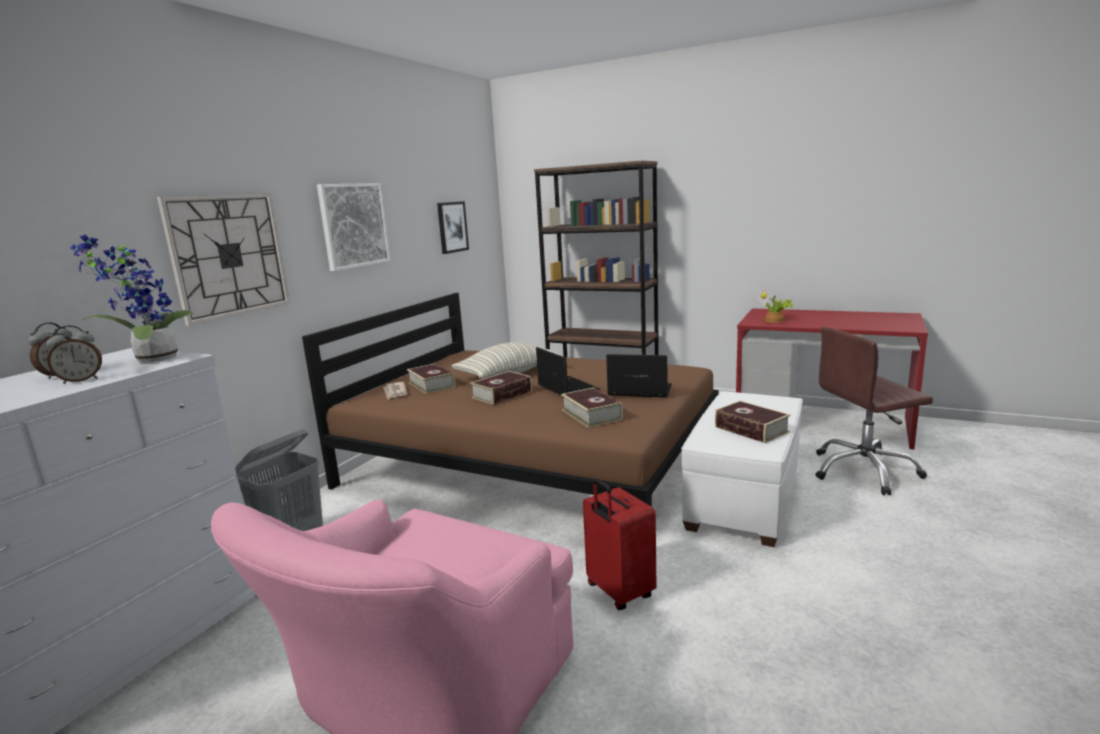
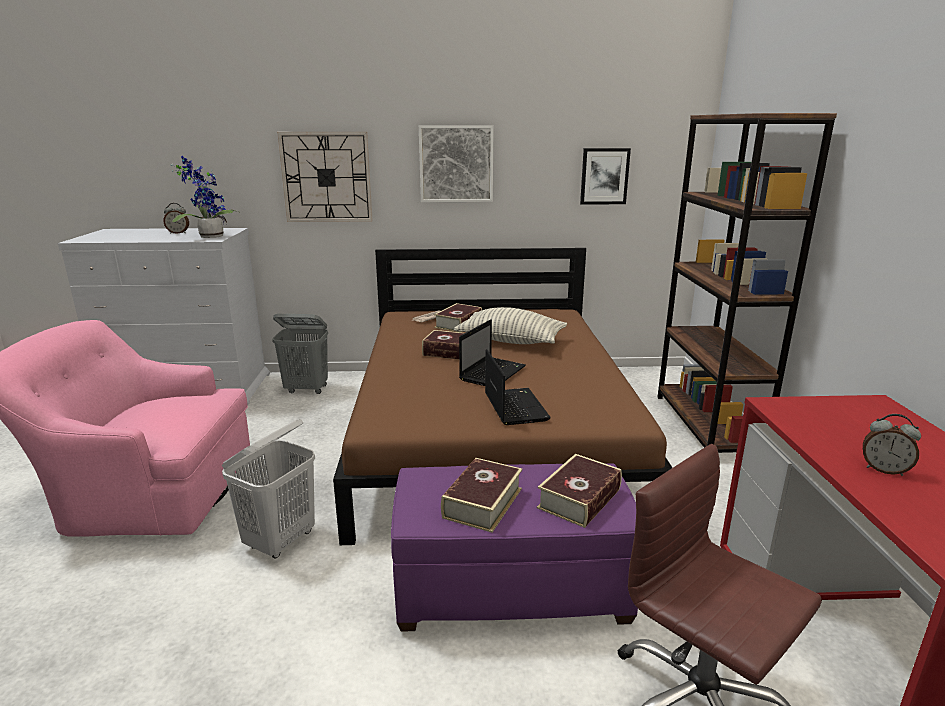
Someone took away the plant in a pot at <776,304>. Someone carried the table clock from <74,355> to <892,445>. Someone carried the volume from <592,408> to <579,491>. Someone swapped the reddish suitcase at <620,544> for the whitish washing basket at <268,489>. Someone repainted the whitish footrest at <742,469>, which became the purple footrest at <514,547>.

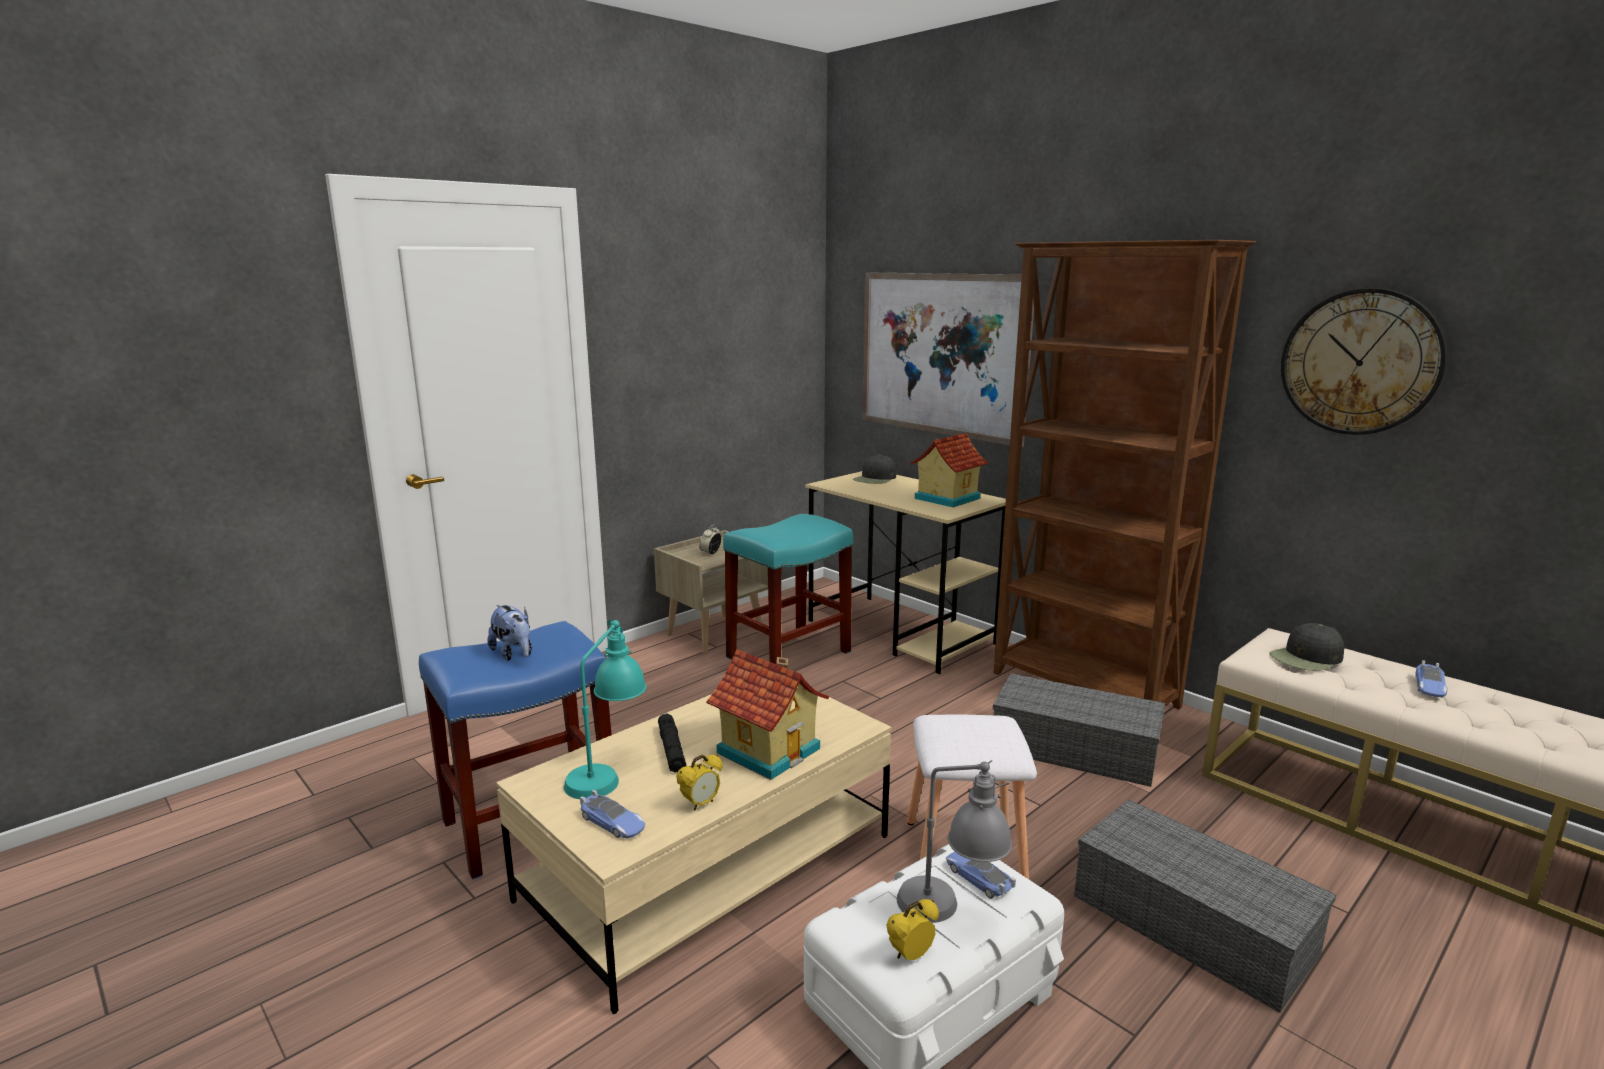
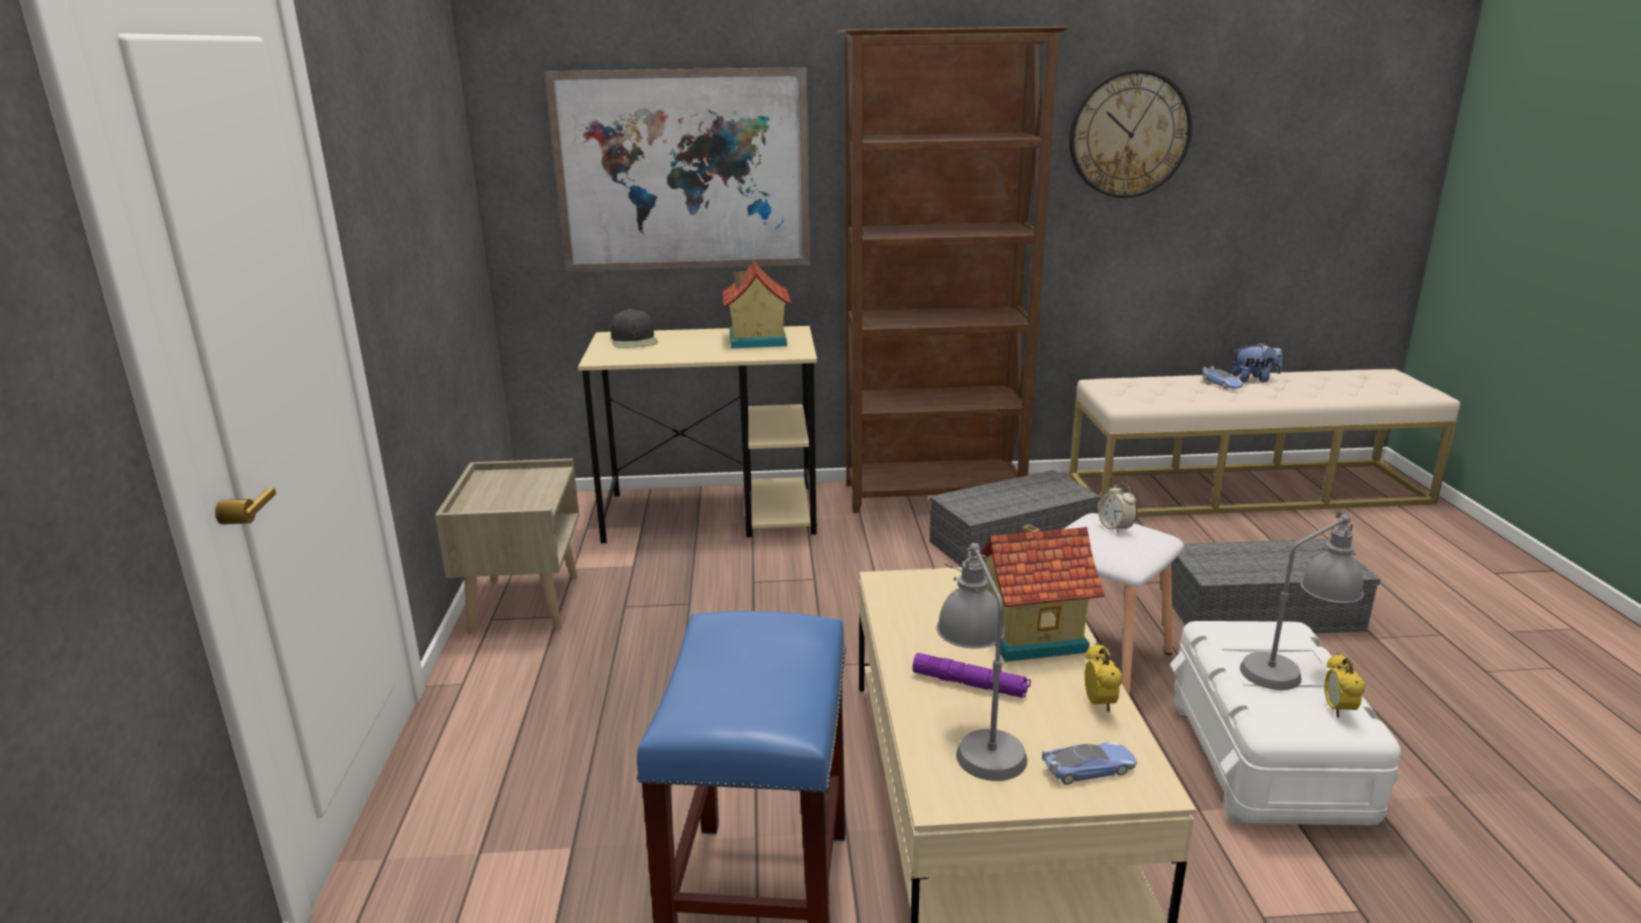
Someone took away the turquoise-coloured stool seat at <788,589>. Someone took away the model car at <981,875>. Someone took away the black-coloured baseball cap at <1306,647>. Someone carried the plush toy from <509,633> to <1257,362>. Someone carried the table clock from <710,540> to <1117,508>. Someone repainted the turquoise-coloured tabletop lamp at <605,709>, which became the grey tabletop lamp at <981,662>. Someone repainted the black-coloured hand torch at <672,743>, which became the purple hand torch at <972,675>.

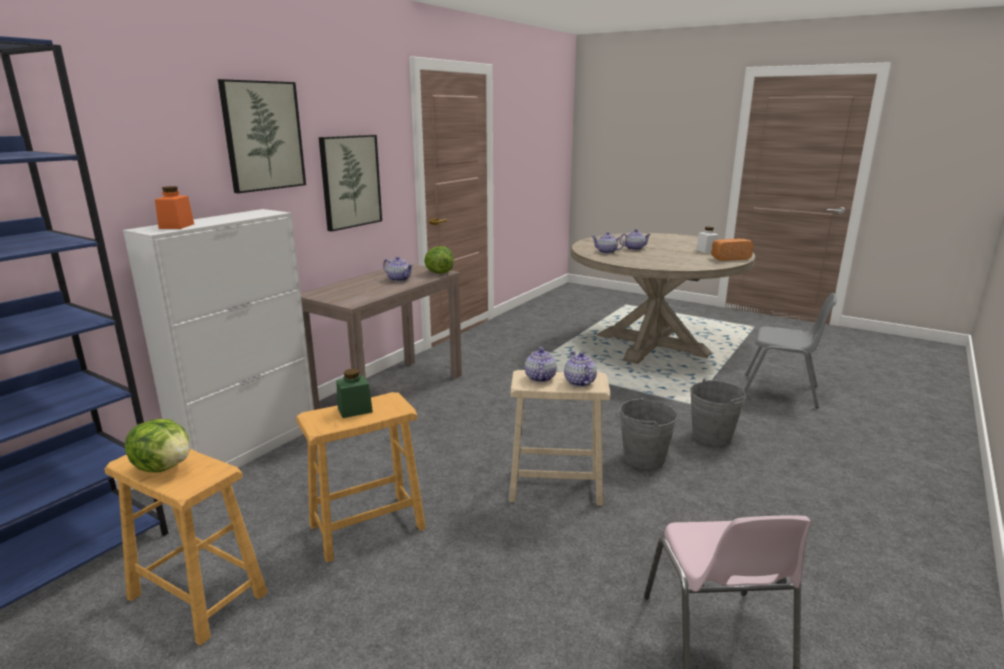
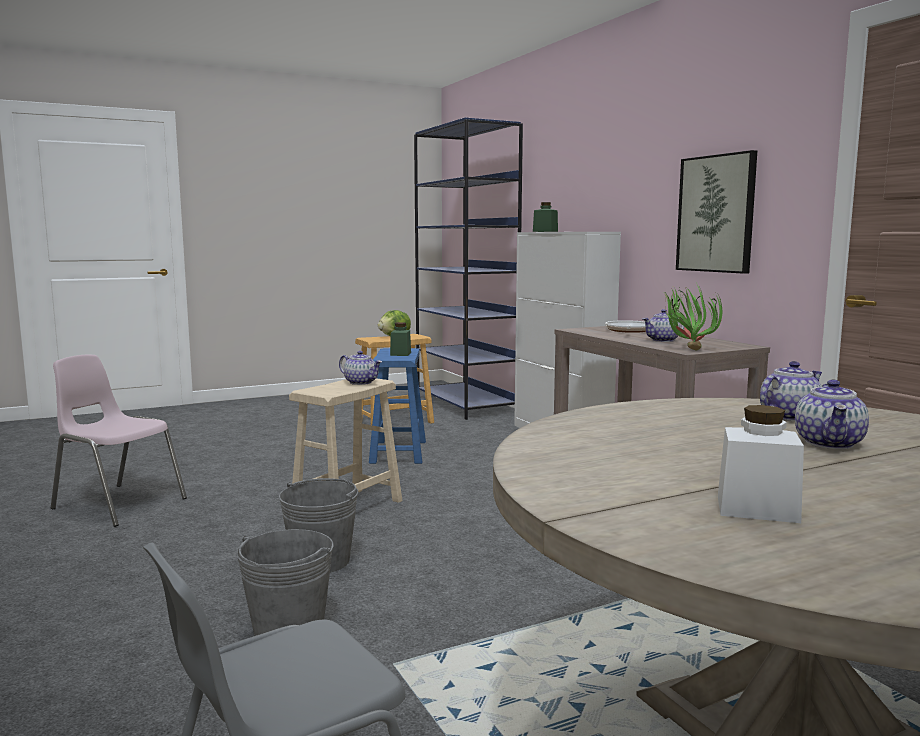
Someone took away the wall art at <262,136>. Someone took away the tea pot at <580,369>. Someone took away the bread at <732,250>. Someone put down the frying pan at <625,326>. Someone swapped the lettuce head at <439,260> for the plant in a pot at <692,318>. Someone repainted the orange preserve jar at <174,207>, which became the green-coloured preserve jar at <545,217>. Someone repainted the brown-coloured stool seat at <361,477>, which became the blue-coloured stool seat at <397,406>.

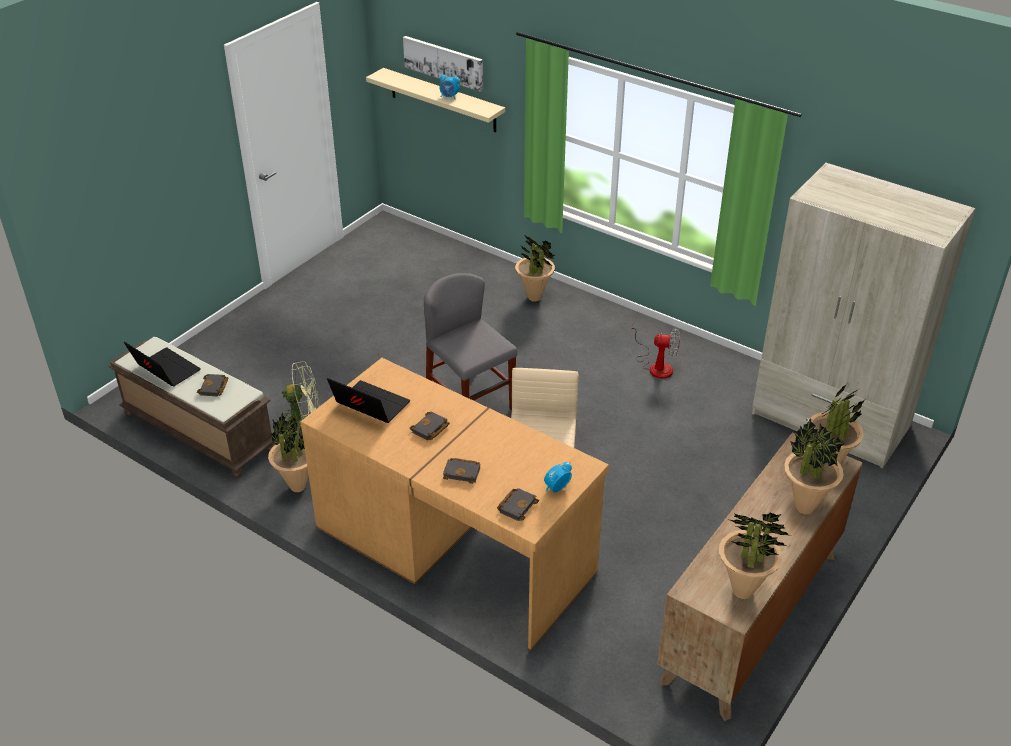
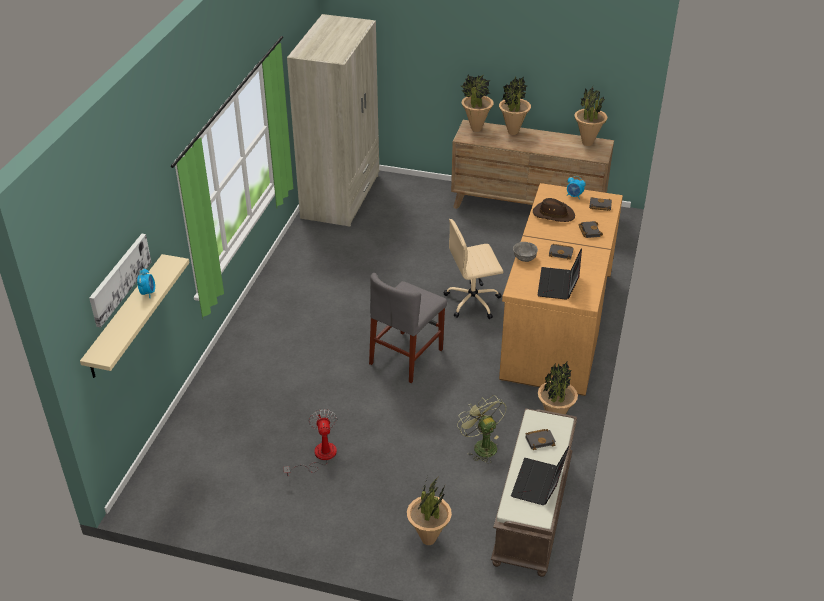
Someone put down the grey serving bowl at <525,252>. Someone put down the brown-coloured hat at <554,210>. Someone carried the plant in a pot from <535,269> to <429,510>. Someone carried the cooling fan from <655,353> to <310,442>.

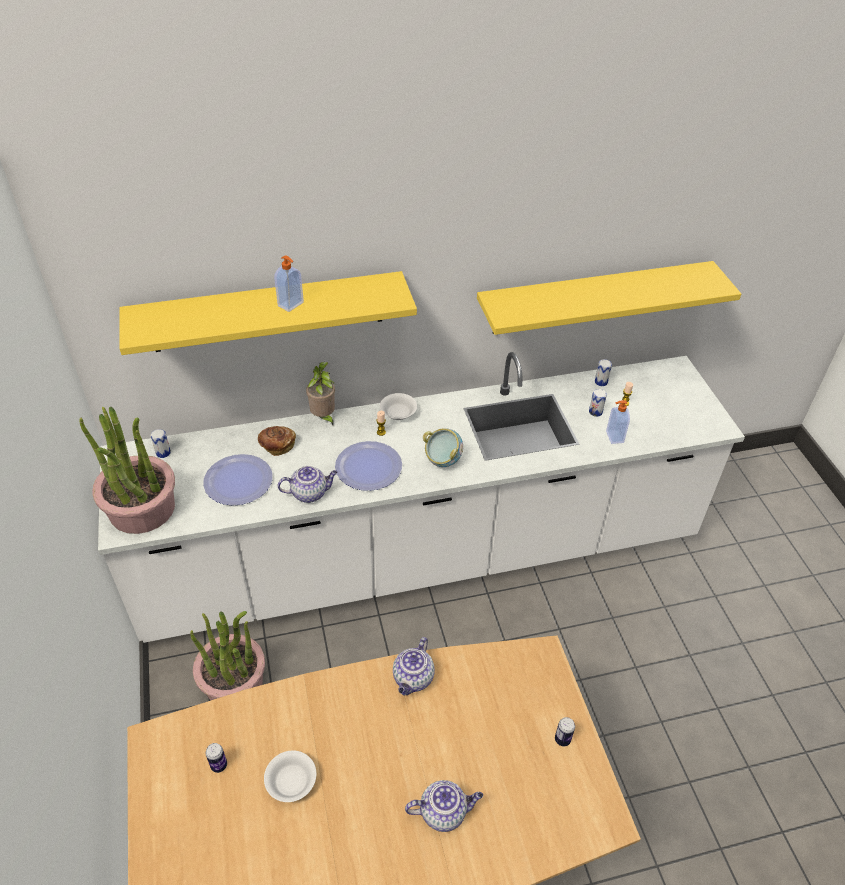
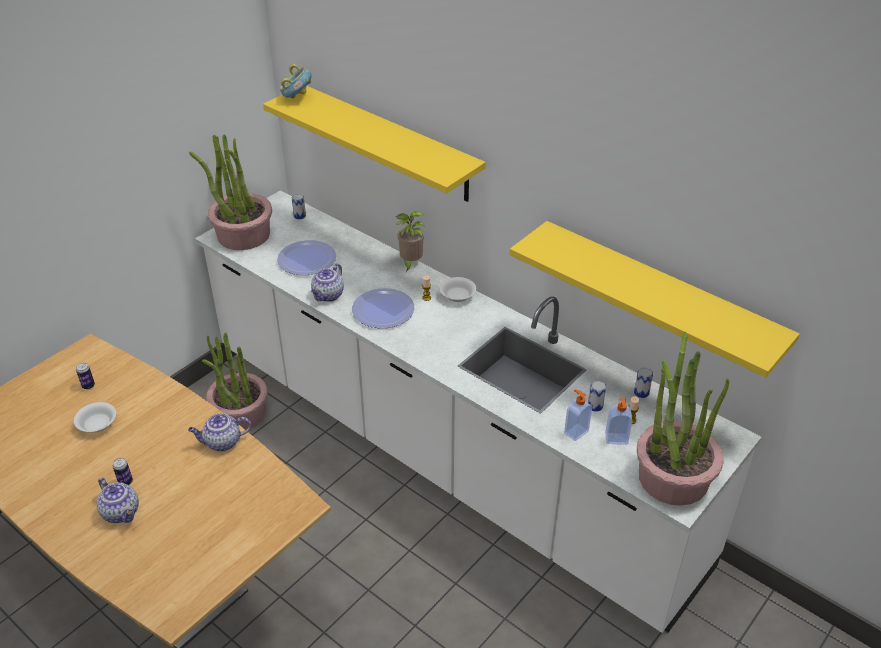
Someone took away the bread at <277,441>. Someone put down the plant in a pot at <683,419>. Someone carried the liquid soap bottle from <289,283> to <618,421>. Someone carried the serving bowl from <443,447> to <296,81>. Someone carried the metal can from <565,731> to <123,471>. Someone rotated the tea pot at <308,484> by 75 degrees clockwise.

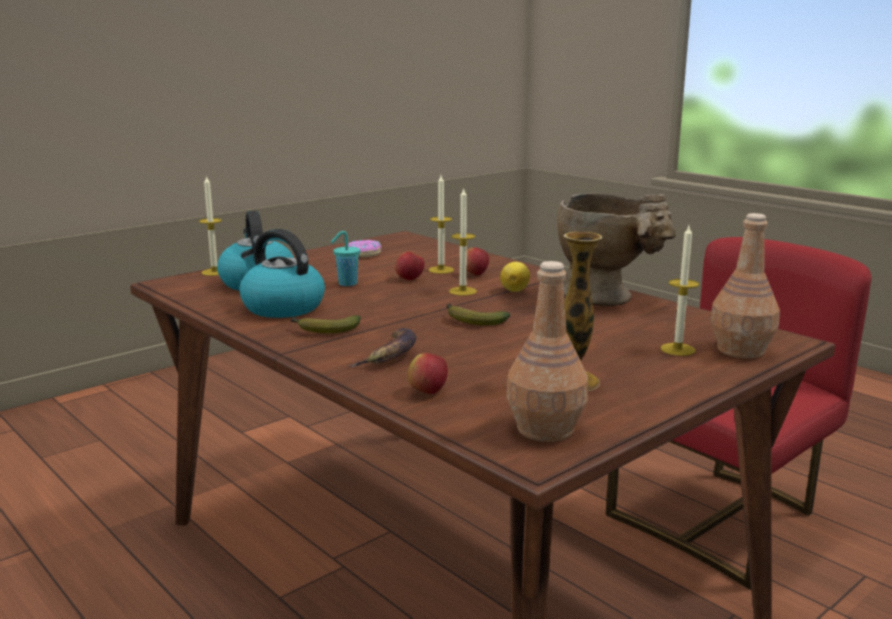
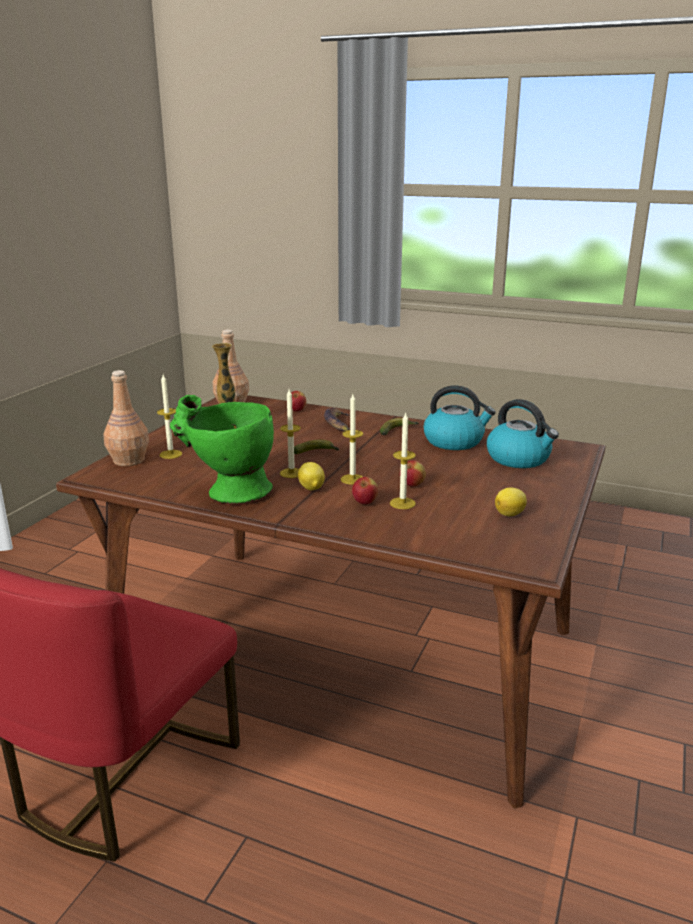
Someone took away the turquoise-coloured cup at <345,258>. Someone carried the wax light from <210,225> to <290,433>. Someone swapped the ring doughnut at <364,248> for the citrus fruit at <511,502>. Someone repainted the beige flower vase at <616,249>, which became the green-coloured flower vase at <222,449>.

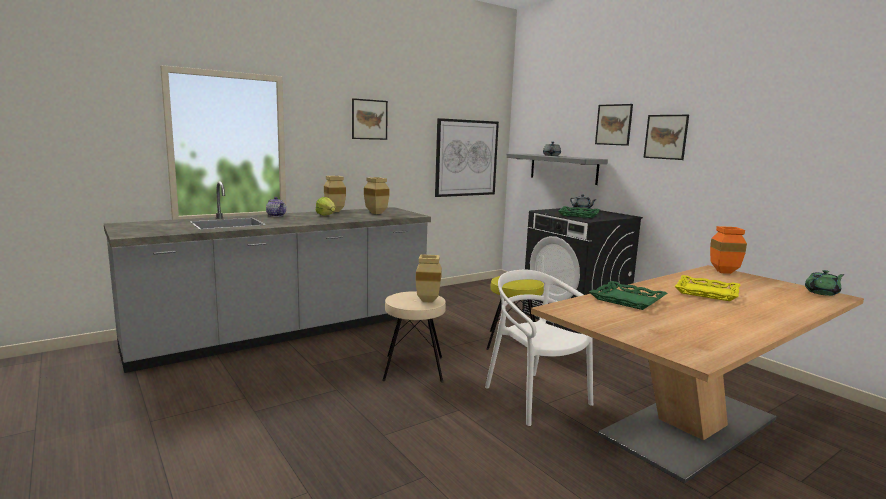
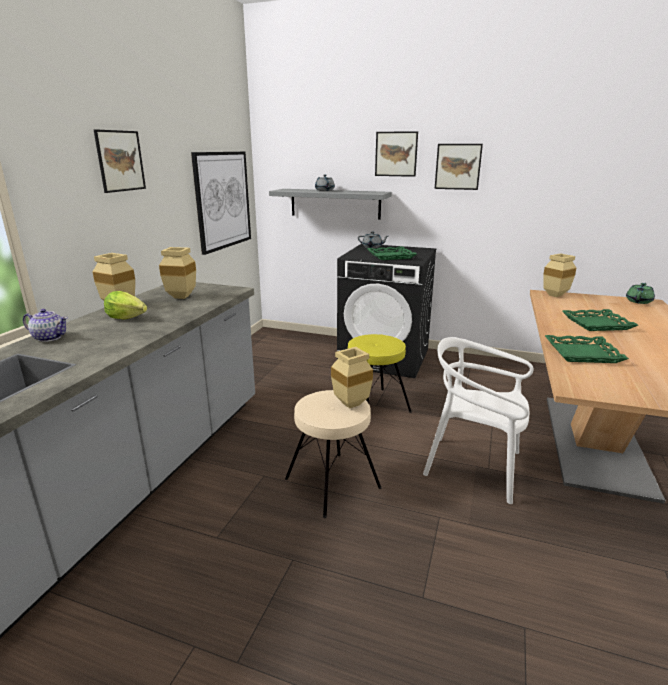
Someone repainted the yellowish carrying tray at <708,288>, which became the green-coloured carrying tray at <600,320>. Someone repainted the orange flower vase at <728,250>, which became the beige flower vase at <559,275>.

